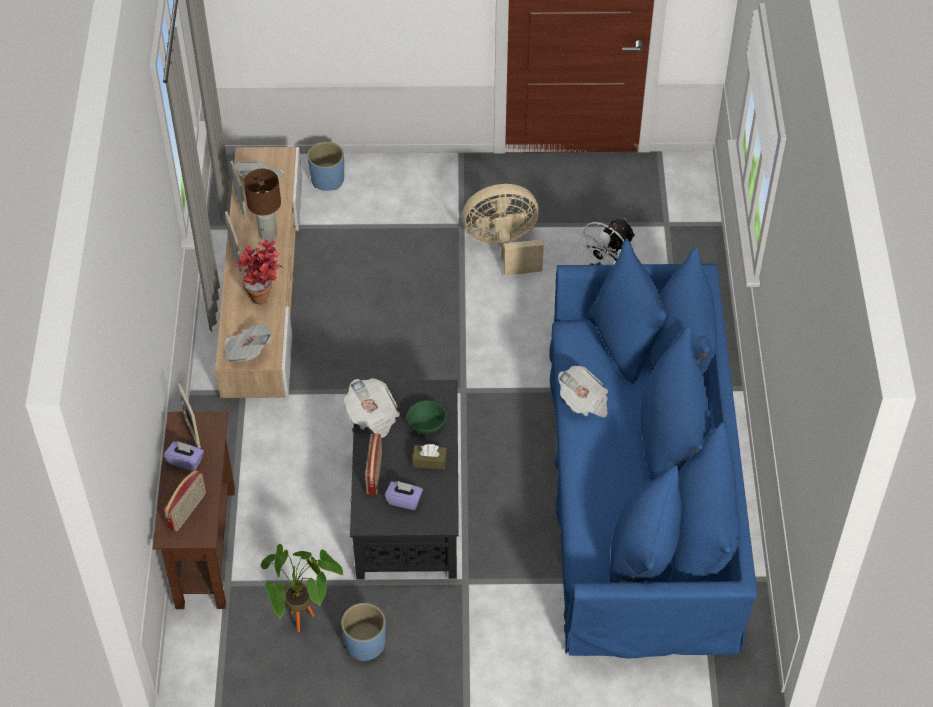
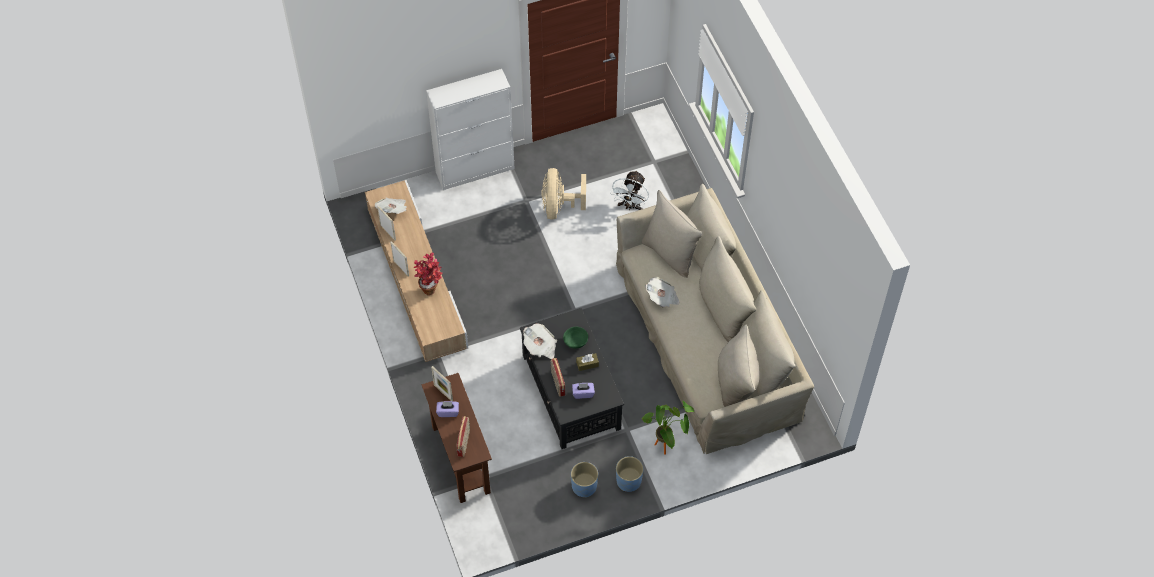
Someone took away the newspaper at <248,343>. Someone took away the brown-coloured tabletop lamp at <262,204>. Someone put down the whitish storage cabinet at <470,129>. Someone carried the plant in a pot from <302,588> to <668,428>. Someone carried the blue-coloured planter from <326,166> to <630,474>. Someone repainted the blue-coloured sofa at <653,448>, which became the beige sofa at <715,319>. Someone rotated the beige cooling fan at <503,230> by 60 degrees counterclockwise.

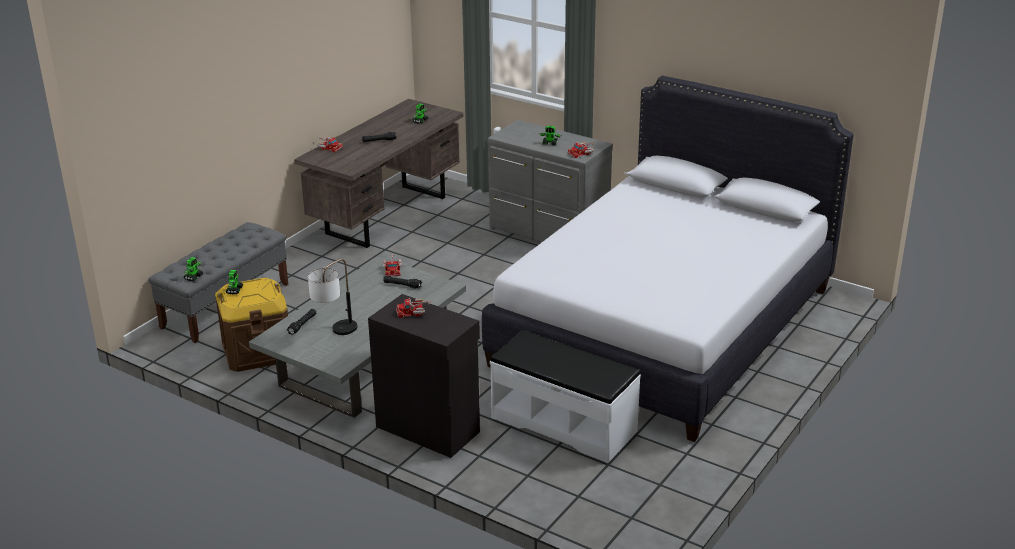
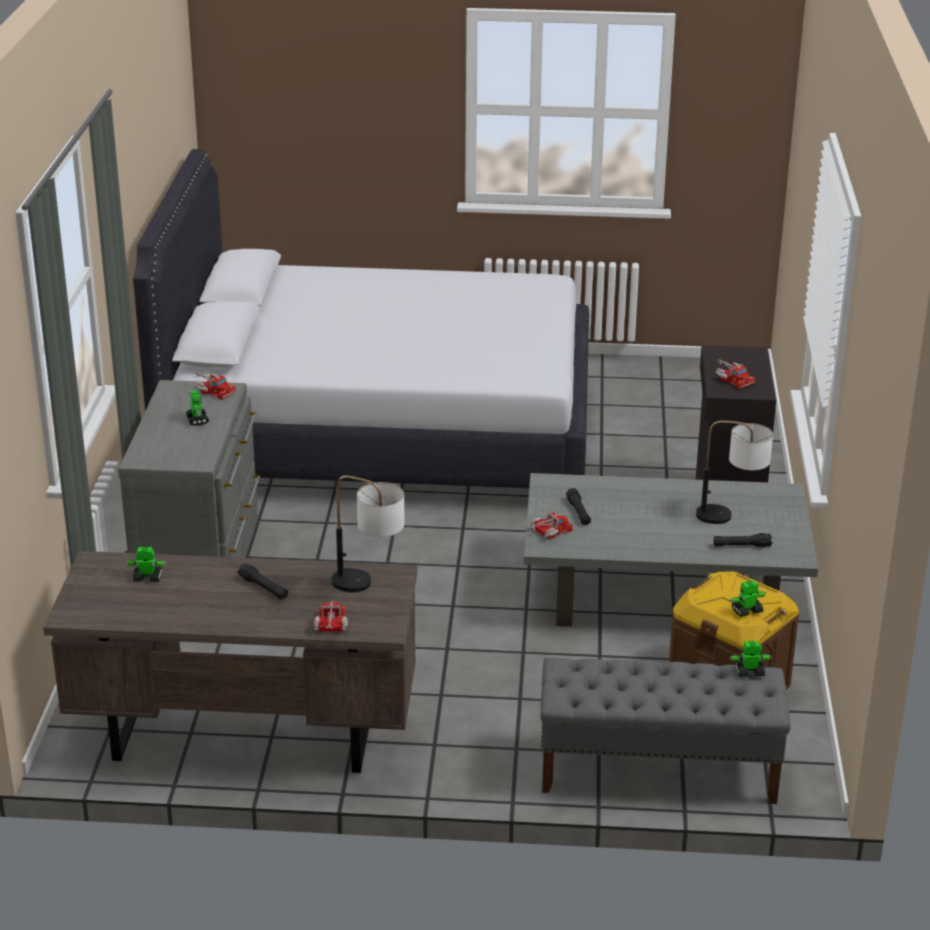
Someone took away the whitish long seat at <565,396>. Someone put down the tabletop lamp at <368,533>.

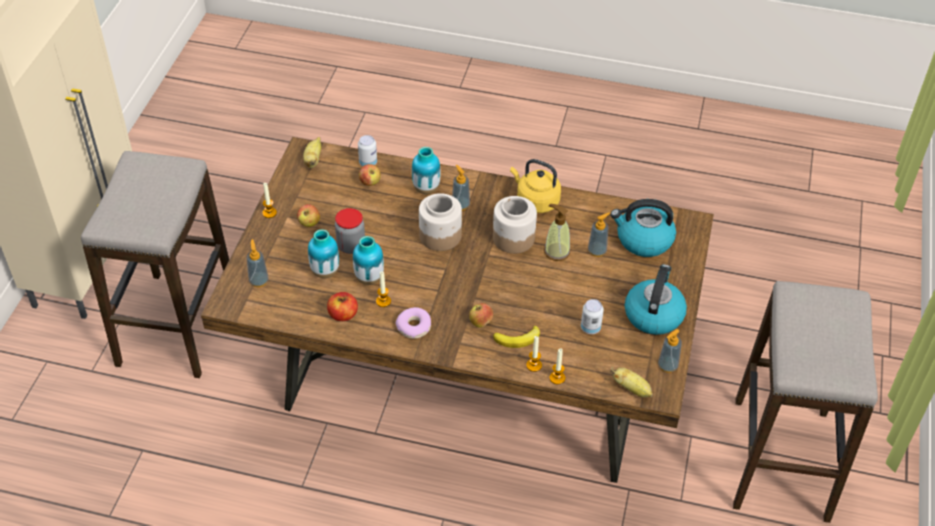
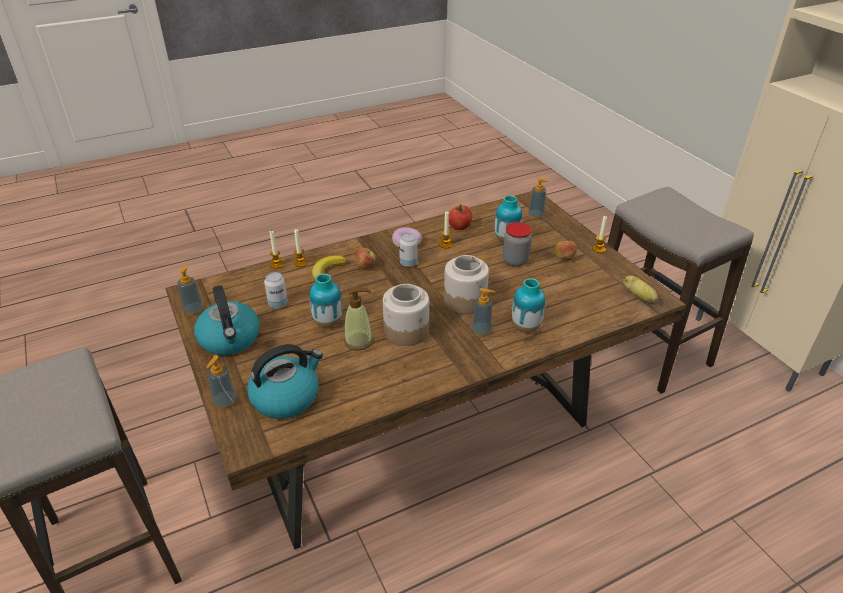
Someone took away the apple at <370,175>. Someone took away the yellowish tea kettle at <535,186>. Someone took away the banana at <631,382>. Someone carried the flower vase from <368,260> to <326,301>. Someone carried the metal can from <367,151> to <408,250>. Someone carried the liquid soap bottle from <599,235> to <221,382>.

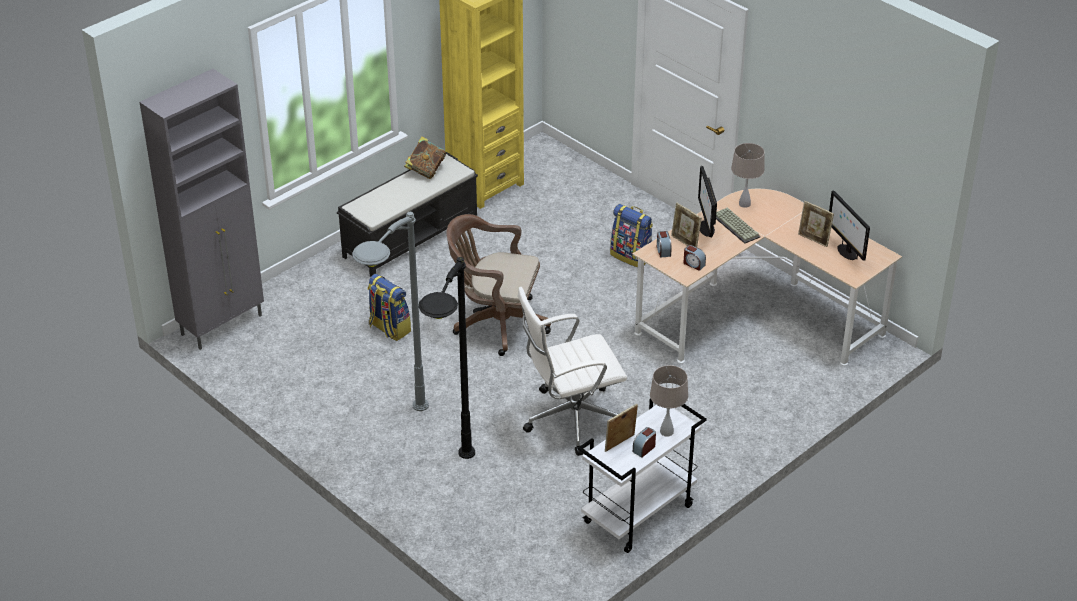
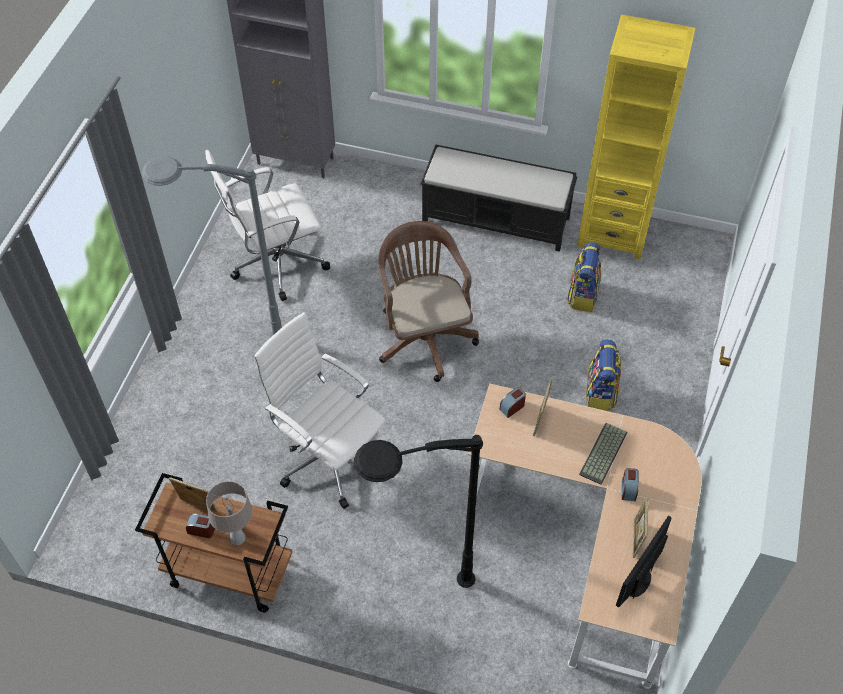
Someone took away the volume at <425,157>. Someone took away the monitor at <707,202>. Someone took away the beige tabletop lamp at <748,175>. Someone put down the whitish desk chair at <267,225>. Someone carried the rucksack from <389,307> to <584,277>. Someone carried the black-coloured standing lamp from <447,358> to <418,511>. Someone carried the table clock from <694,258> to <630,484>. Someone repainted the whitish trolley at <642,475>, which became the brown-coloured trolley at <214,543>.

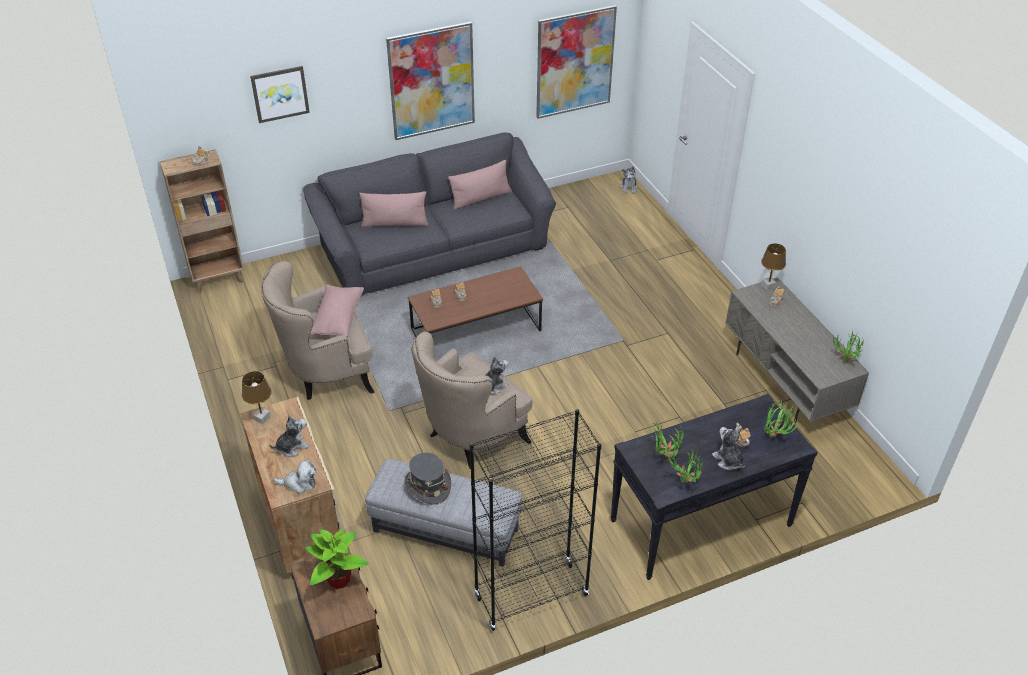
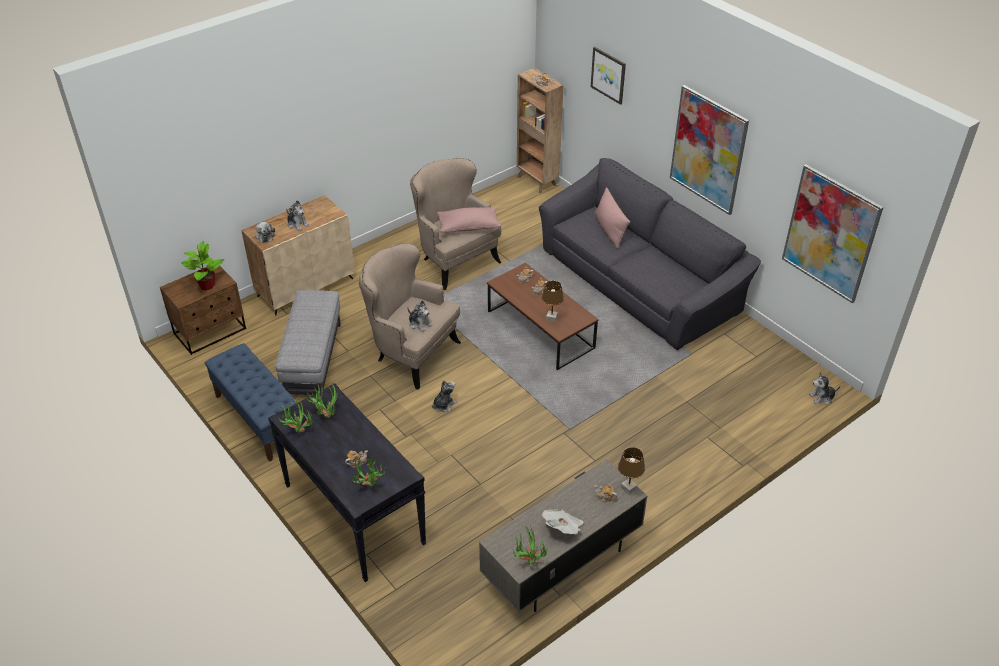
Someone took away the grey hat at <427,478>. Someone took away the pink-coloured cushion at <480,185>. Someone put down the newspaper at <563,522>. Someone carried the brown-coloured tabletop lamp from <256,397> to <553,301>. Someone carried the plush toy from <729,448> to <444,396>. Someone swapped the black-coloured bookshelf at <535,520> for the blue-coloured long seat at <251,402>.

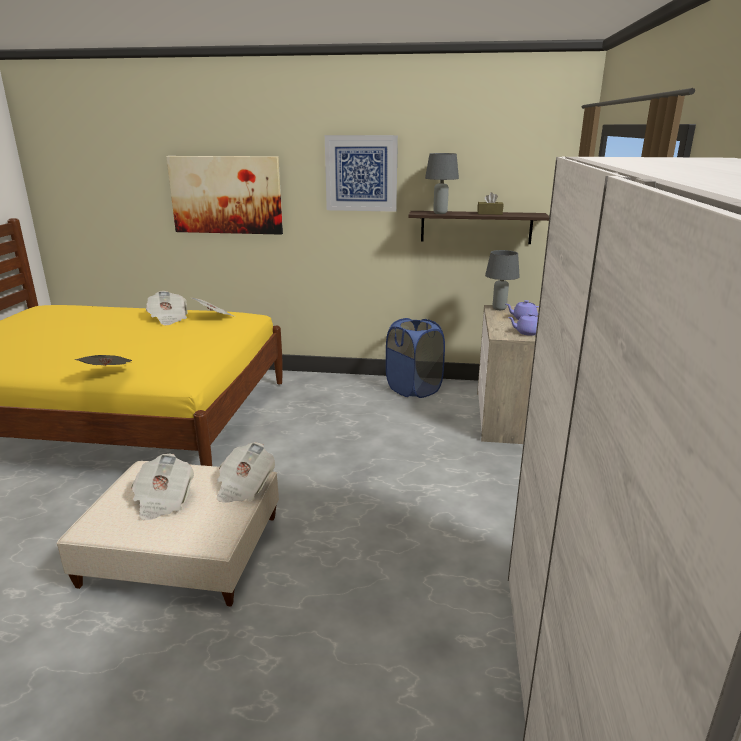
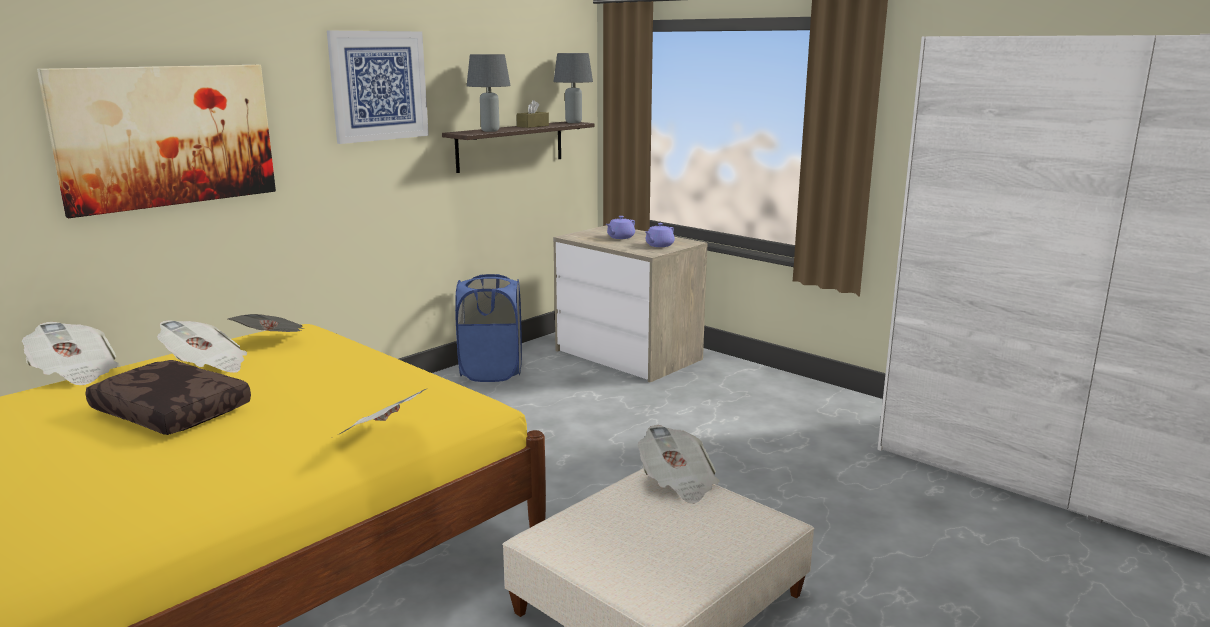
Someone put down the brown-coloured cushion at <168,397>. Someone carried the newspaper from <162,486> to <70,353>. Someone carried the grey tabletop lamp from <502,280> to <573,88>.

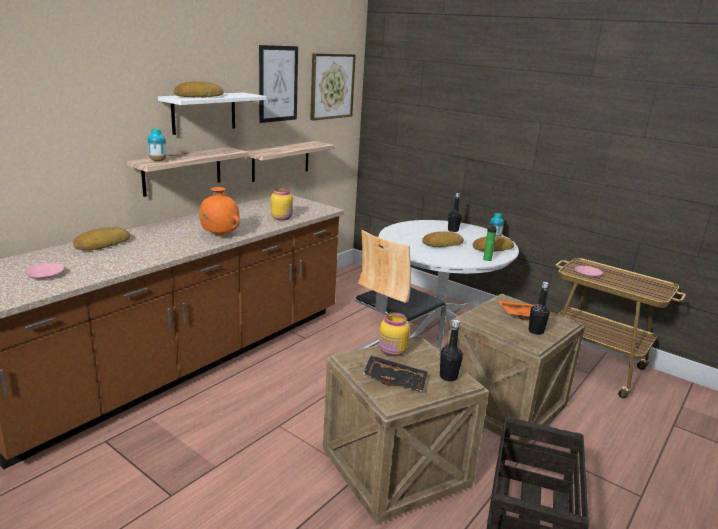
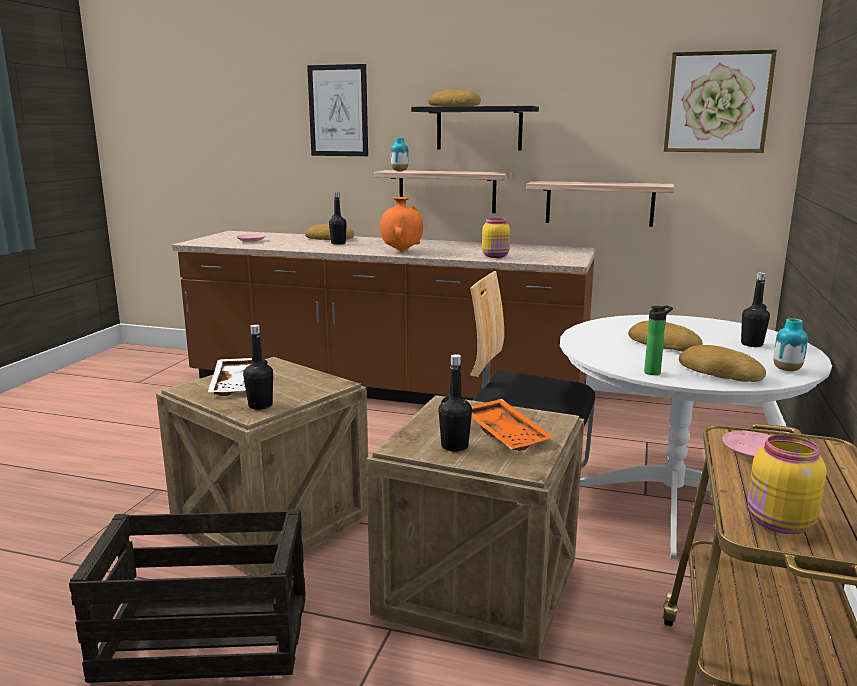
Someone put down the black-coloured bottle at <338,218>. Someone carried the wall art from <278,84> to <337,110>. Someone carried the yellowish preserve jar from <394,335> to <787,484>. Someone repainted the whitish bracket shelf at <212,113>, which became the black-coloured bracket shelf at <475,128>. Someone repainted the black-coloured carrying tray at <395,373>, which became the whitish carrying tray at <229,377>.

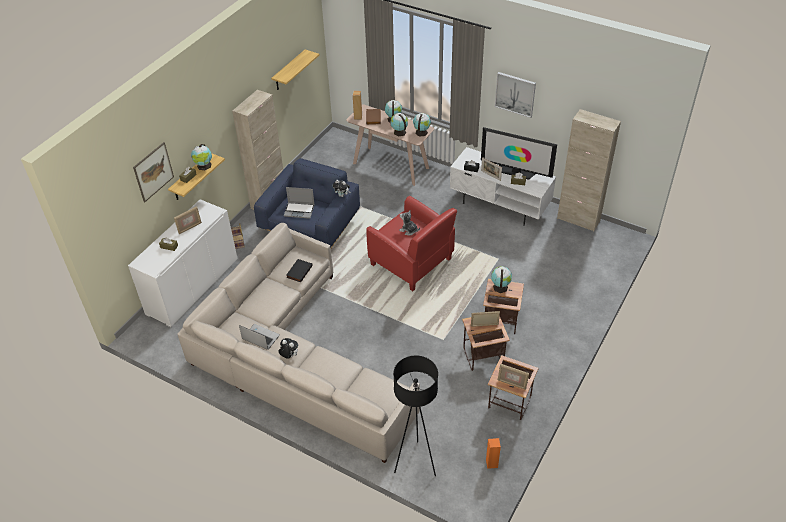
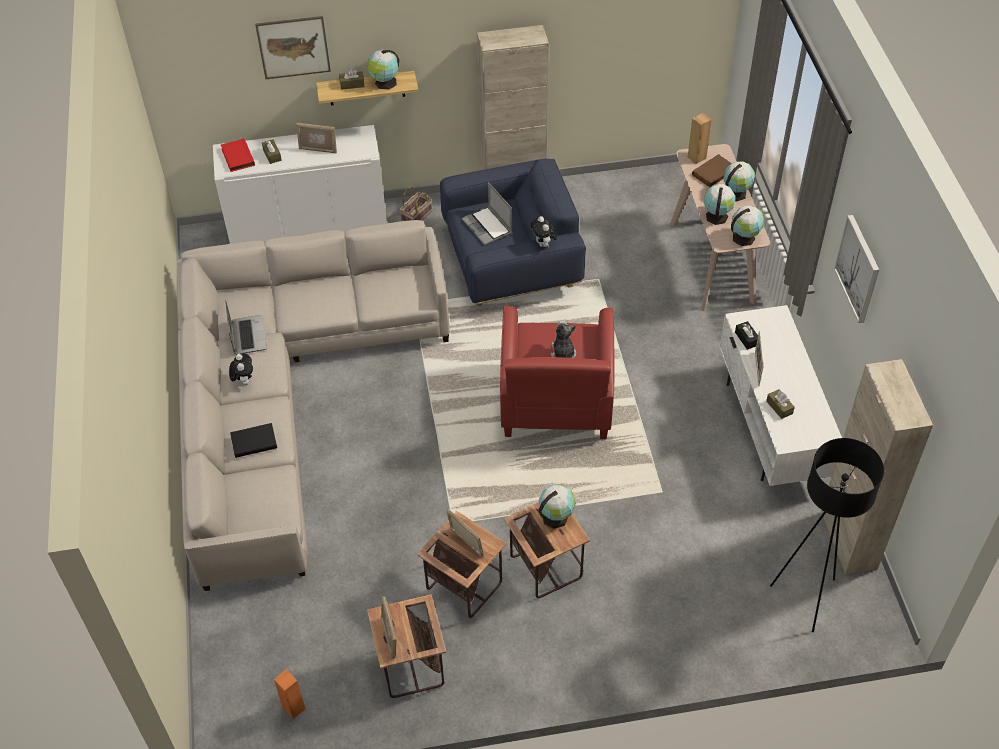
Someone took away the bracket shelf at <295,70>. Someone took away the television at <519,153>. Someone put down the reddish volume at <238,155>. Someone carried the black-coloured volume from <299,271> to <253,440>. Someone carried the black-coloured standing lamp from <415,416> to <827,535>.

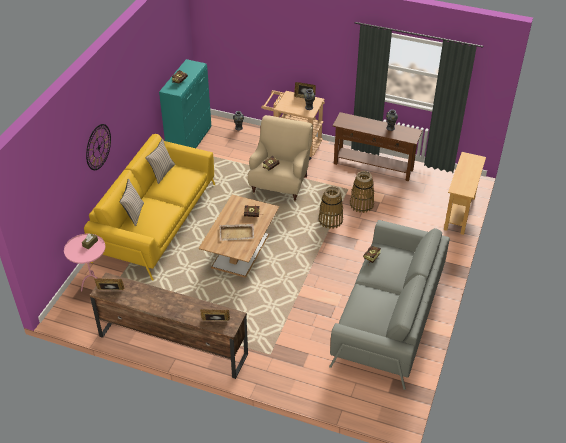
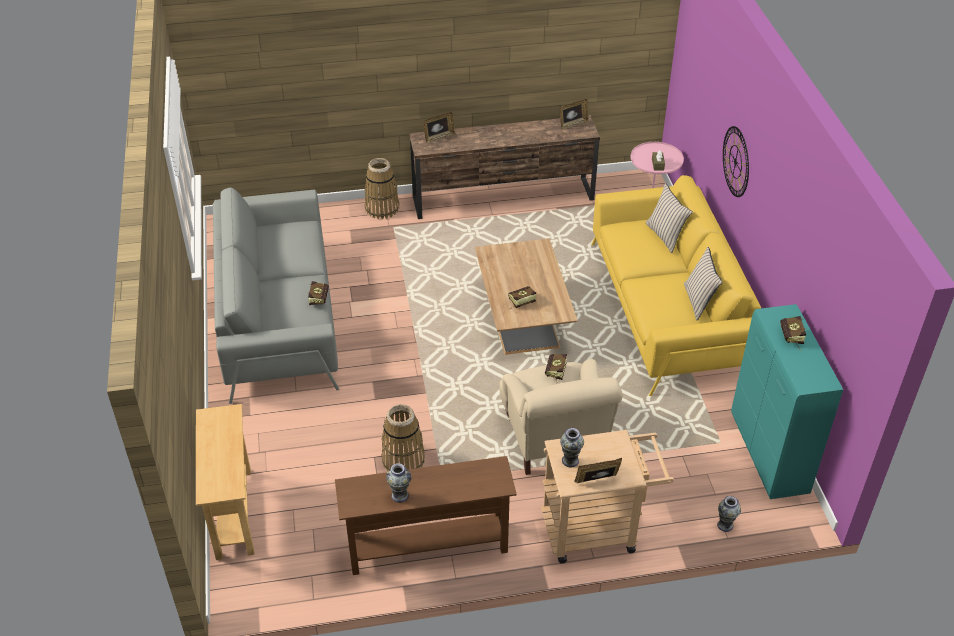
Someone took away the beige carrying tray at <236,232>. Someone carried the basket from <330,207> to <382,188>.

